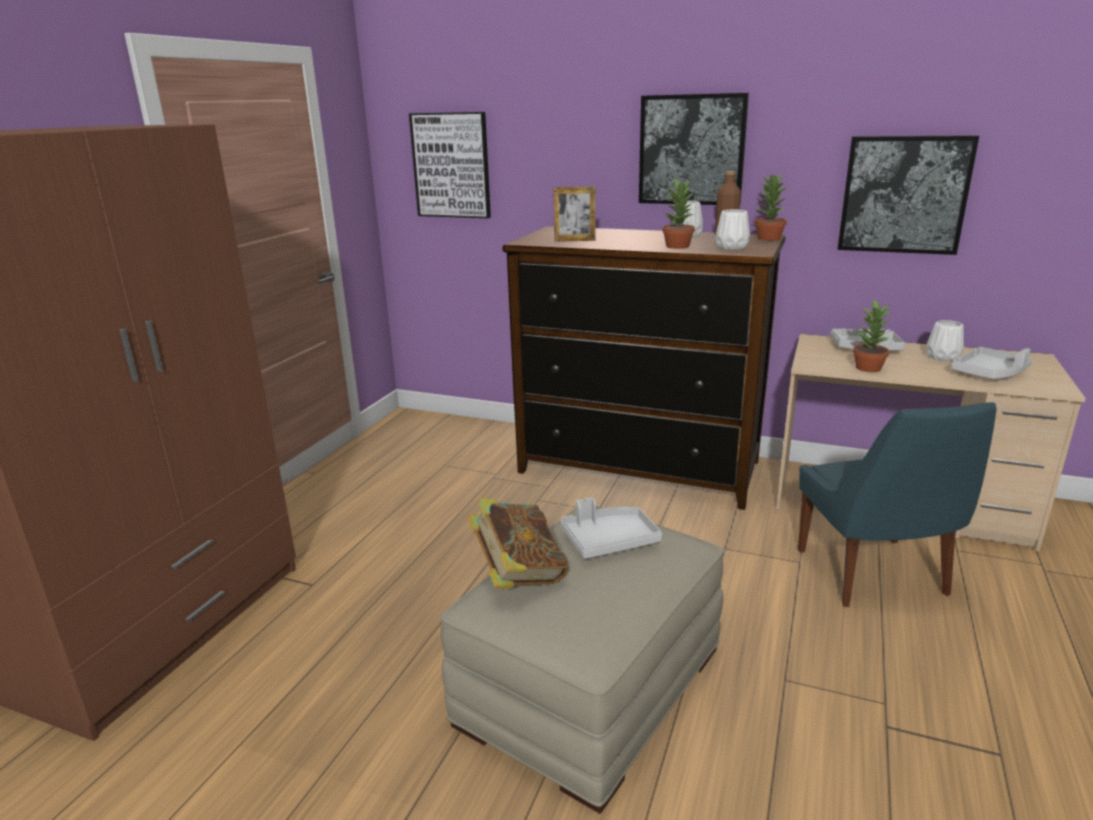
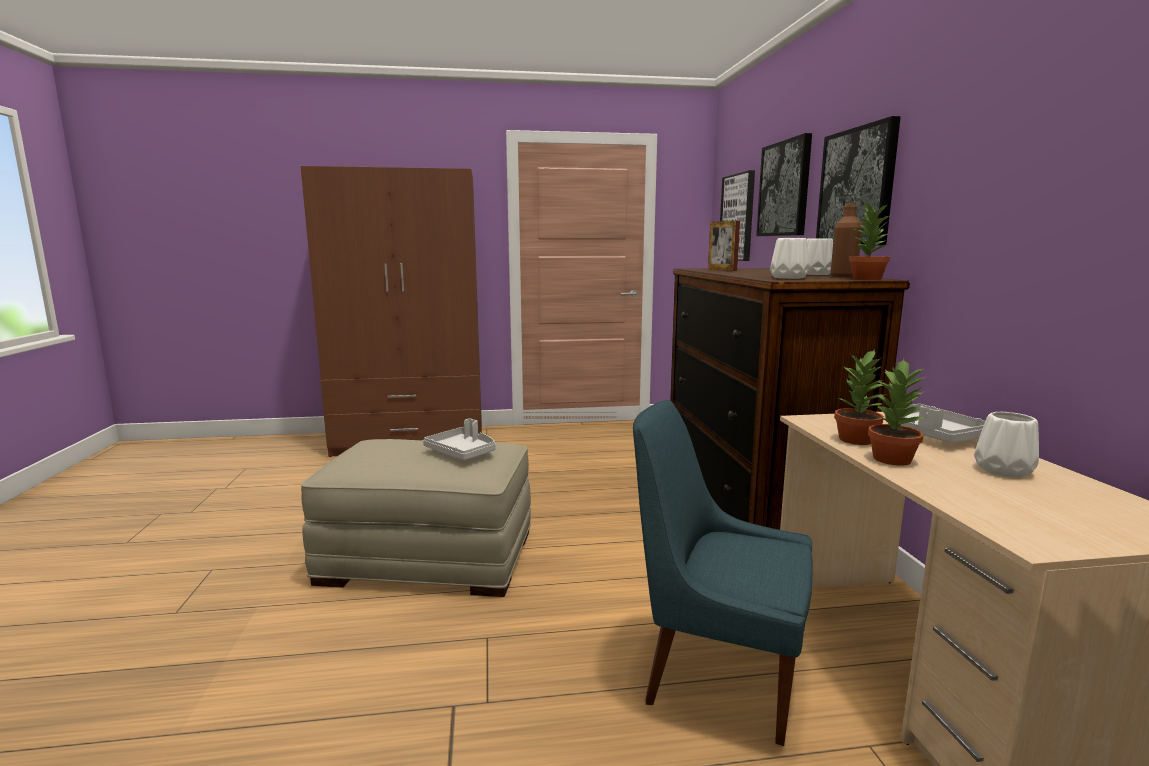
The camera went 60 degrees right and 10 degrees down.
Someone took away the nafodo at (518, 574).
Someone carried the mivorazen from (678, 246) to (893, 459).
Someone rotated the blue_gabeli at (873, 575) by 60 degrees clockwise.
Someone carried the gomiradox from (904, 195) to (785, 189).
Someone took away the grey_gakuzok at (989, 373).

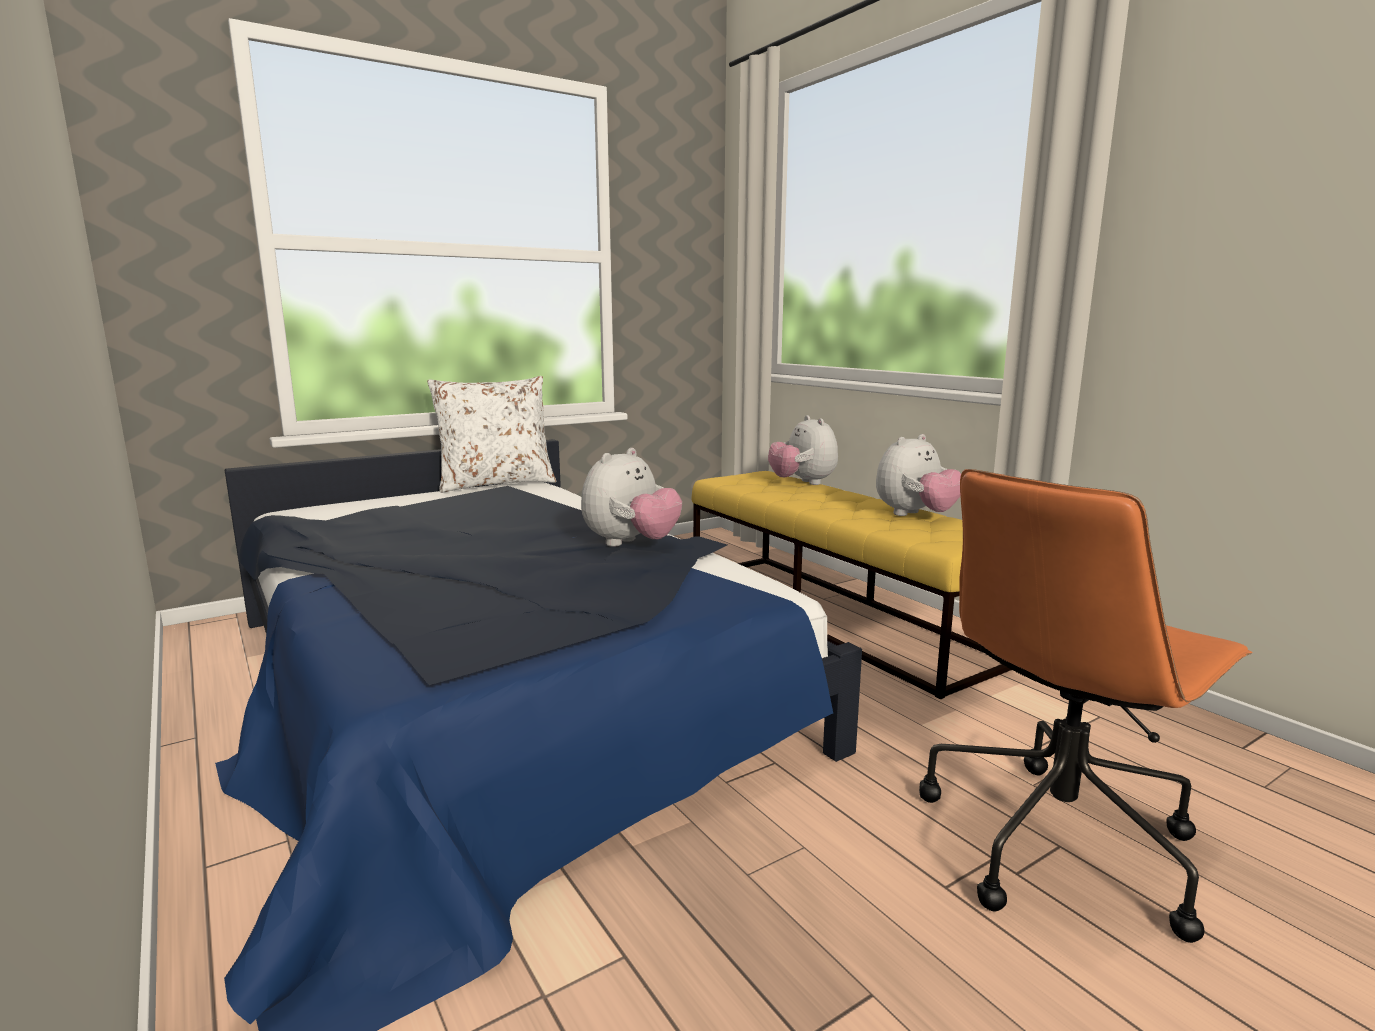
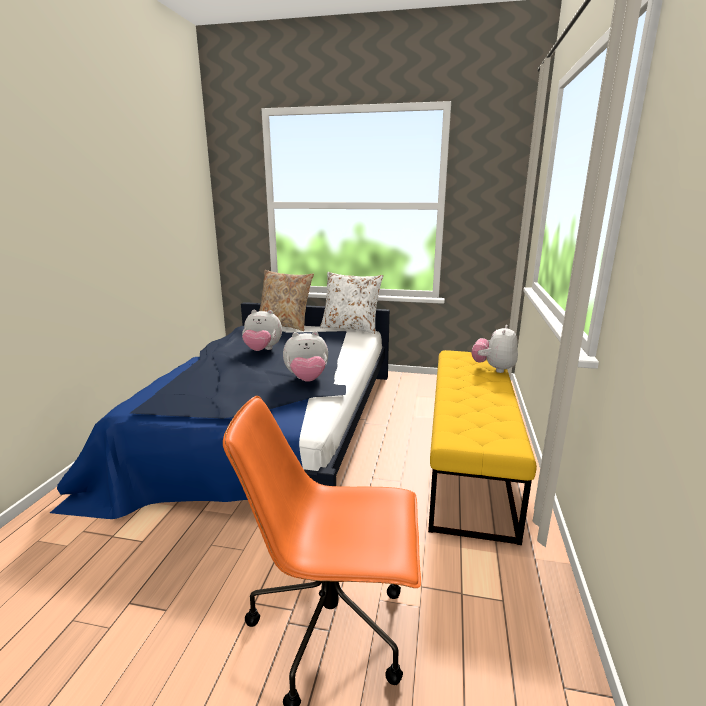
The camera went 45 degrees right and 5 degrees up.
Someone carried the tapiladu from (915, 515) to (262, 350).
Someone put down the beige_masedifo at (285, 325).

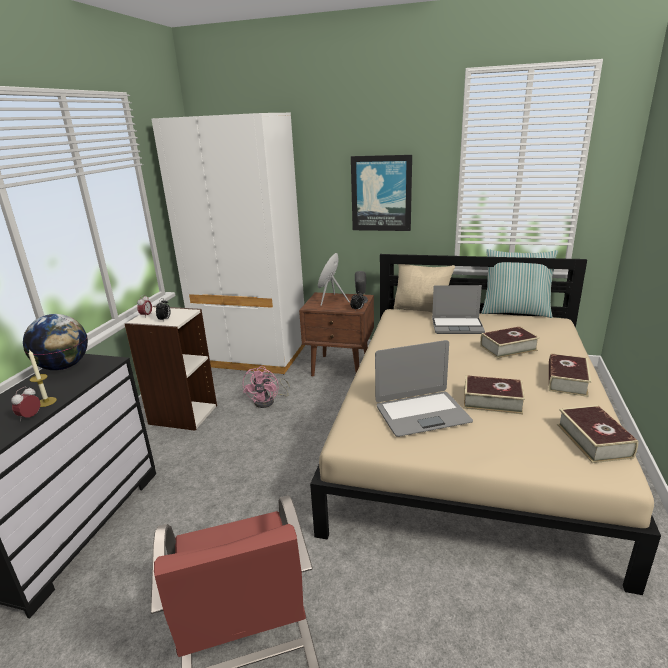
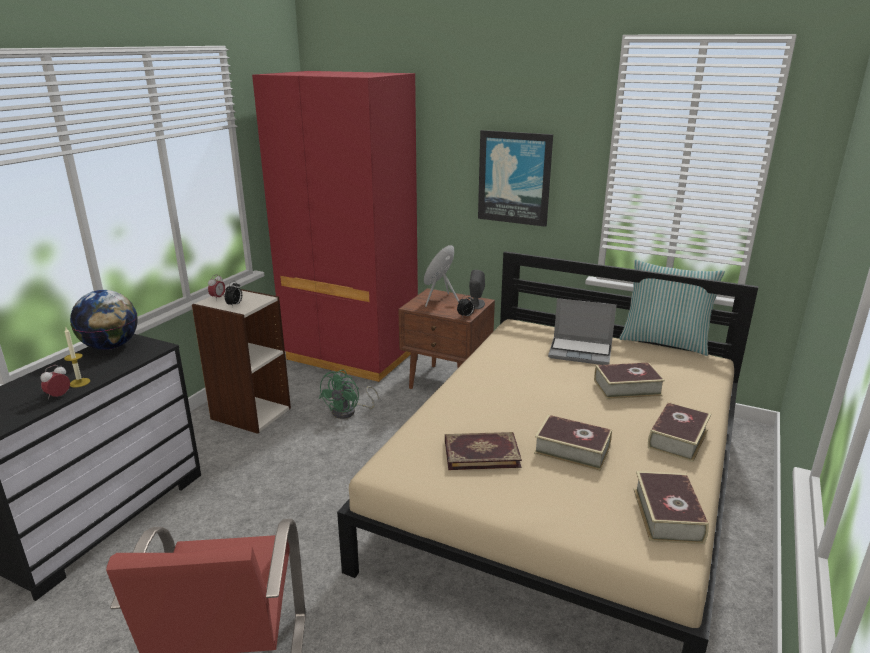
The camera went 10 degrees right and 0 degrees up.
Someone repainted the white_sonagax at (253, 356), which became the red_sonagax at (351, 355).
Someone repainted the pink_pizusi at (268, 401), which became the green_pizusi at (349, 412).
Someone swapped the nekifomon at (421, 414) for the nafodo at (481, 452).
Someone took away the beige_masedifo at (422, 310).

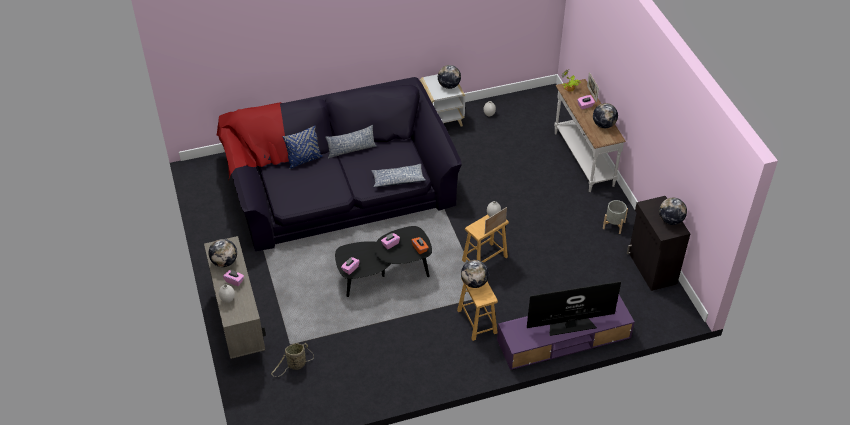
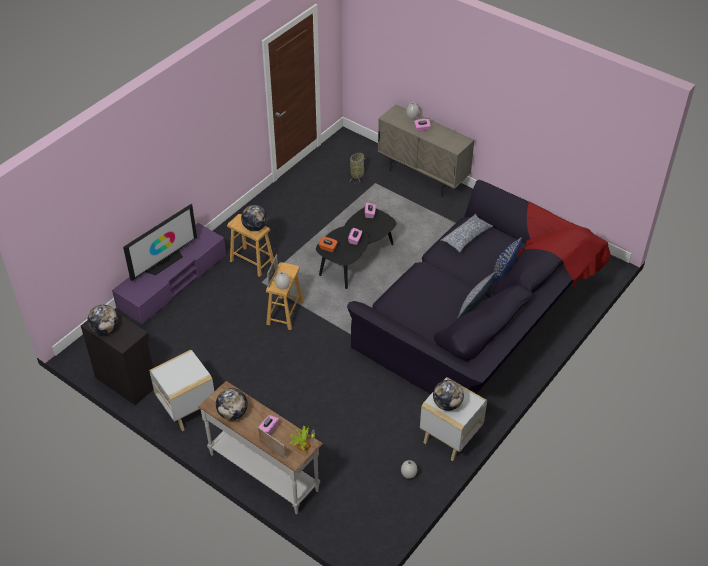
The camera went 145 degrees right and 0 degrees up.
Someone took away the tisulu at (224, 262).
Someone carried the masedifo from (398, 179) to (467, 237).
Someone swapped the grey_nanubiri at (614, 225) for the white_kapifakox at (186, 407).

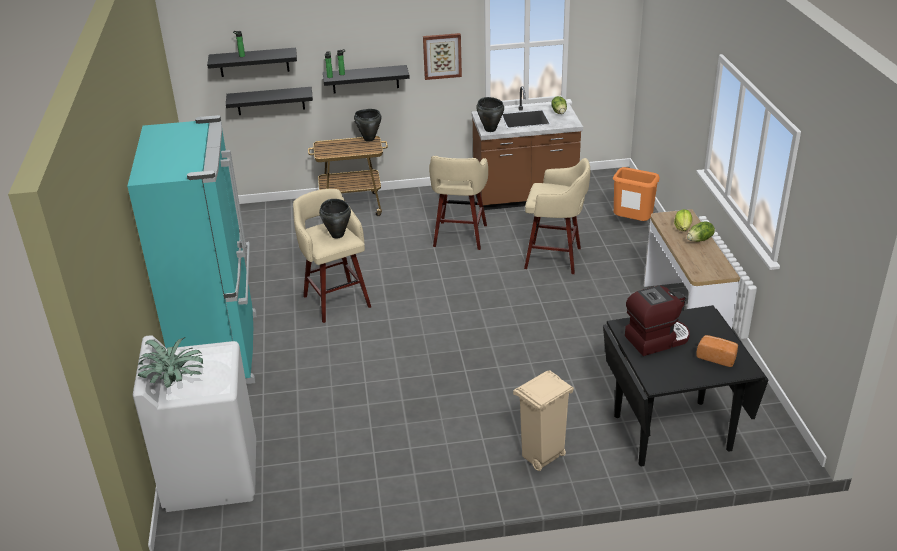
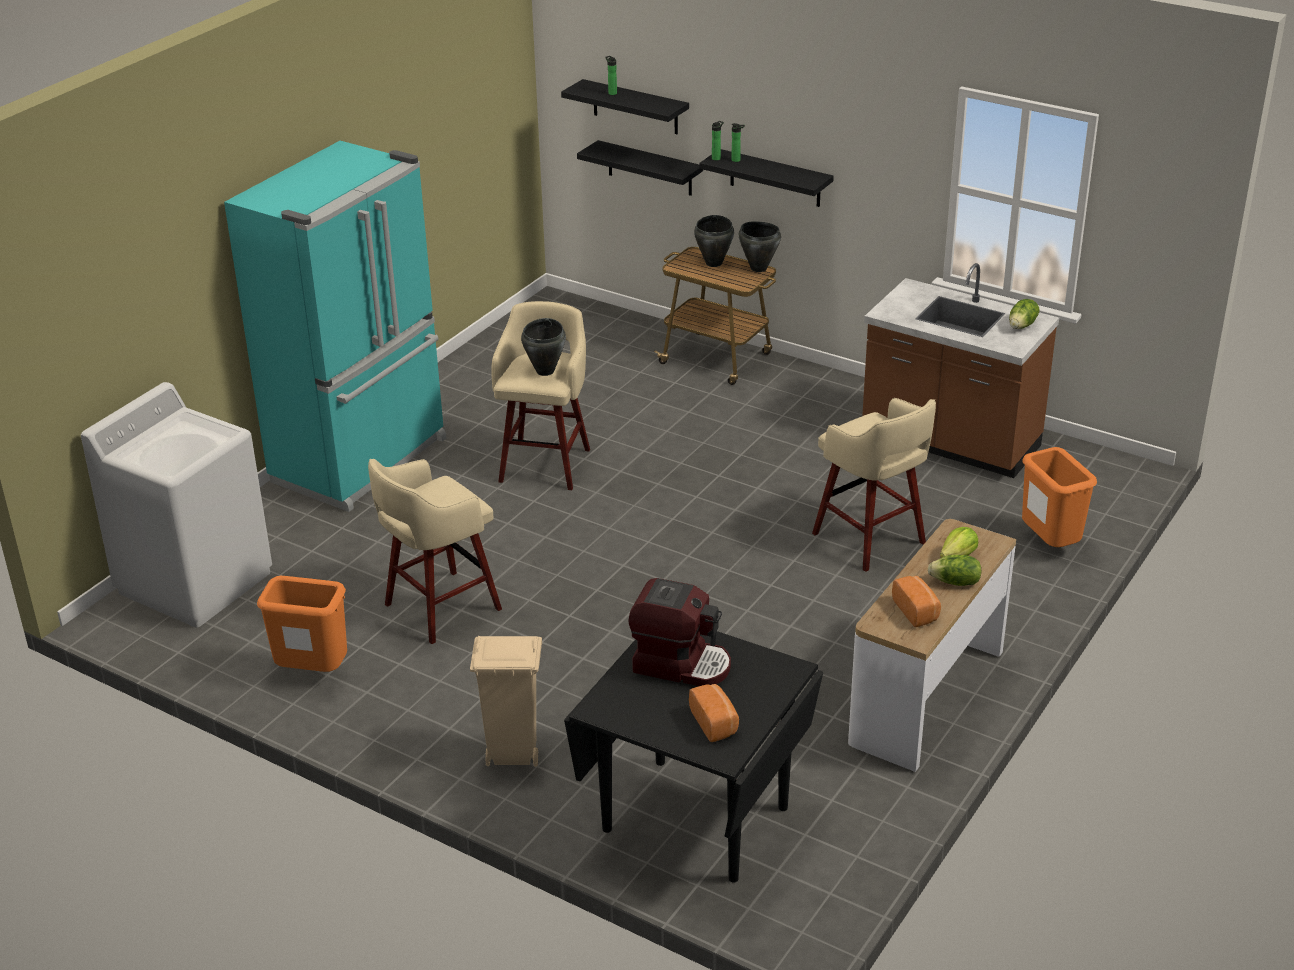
The camera went 40 degrees right and 0 degrees up.
Someone took away the mivorazen at (174, 382).
Someone took away the gomiradox at (442, 56).
Someone carried the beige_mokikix from (459, 237) to (439, 608).
Someone carried the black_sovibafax from (490, 129) to (714, 263).
Someone put down the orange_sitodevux at (314, 673).
Someone put down the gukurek at (917, 611).

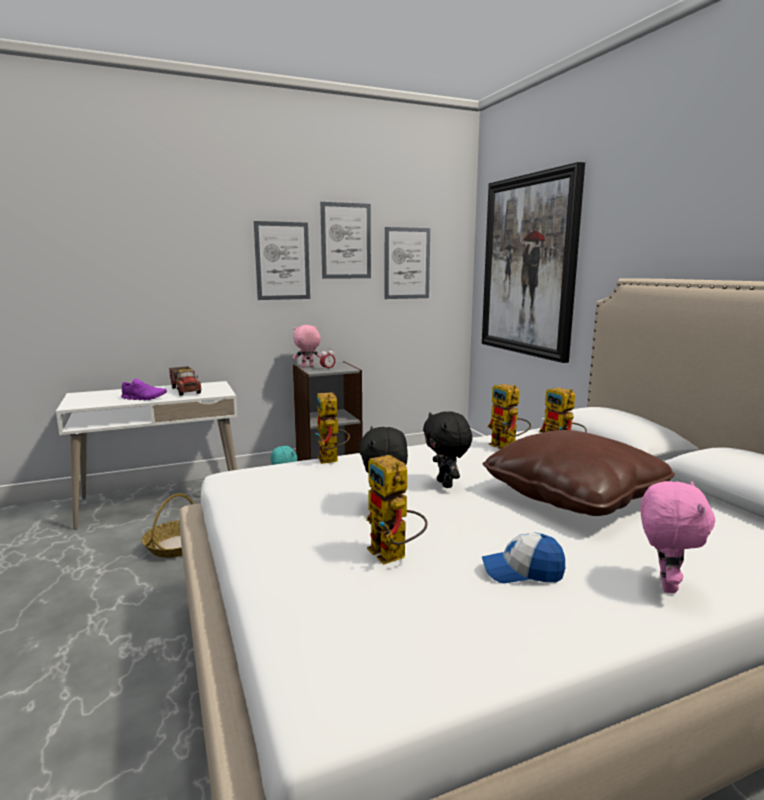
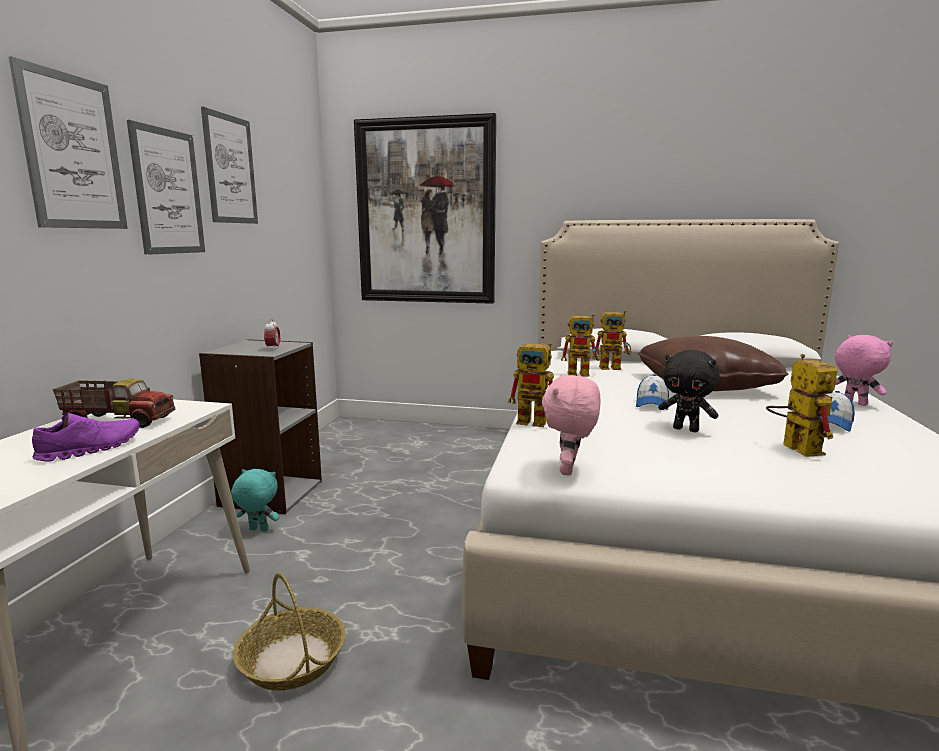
The camera went 55 degrees left and 0 degrees up.
Someone carried the pink_tapiladu from (307, 367) to (569, 470).
Someone rotated the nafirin at (394, 556) by 105 degrees counterclockwise.
Someone carried the gomiradox from (407, 263) to (73, 152).
Someone swapped the black_tapiladu at (446, 484) for the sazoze at (652, 404).

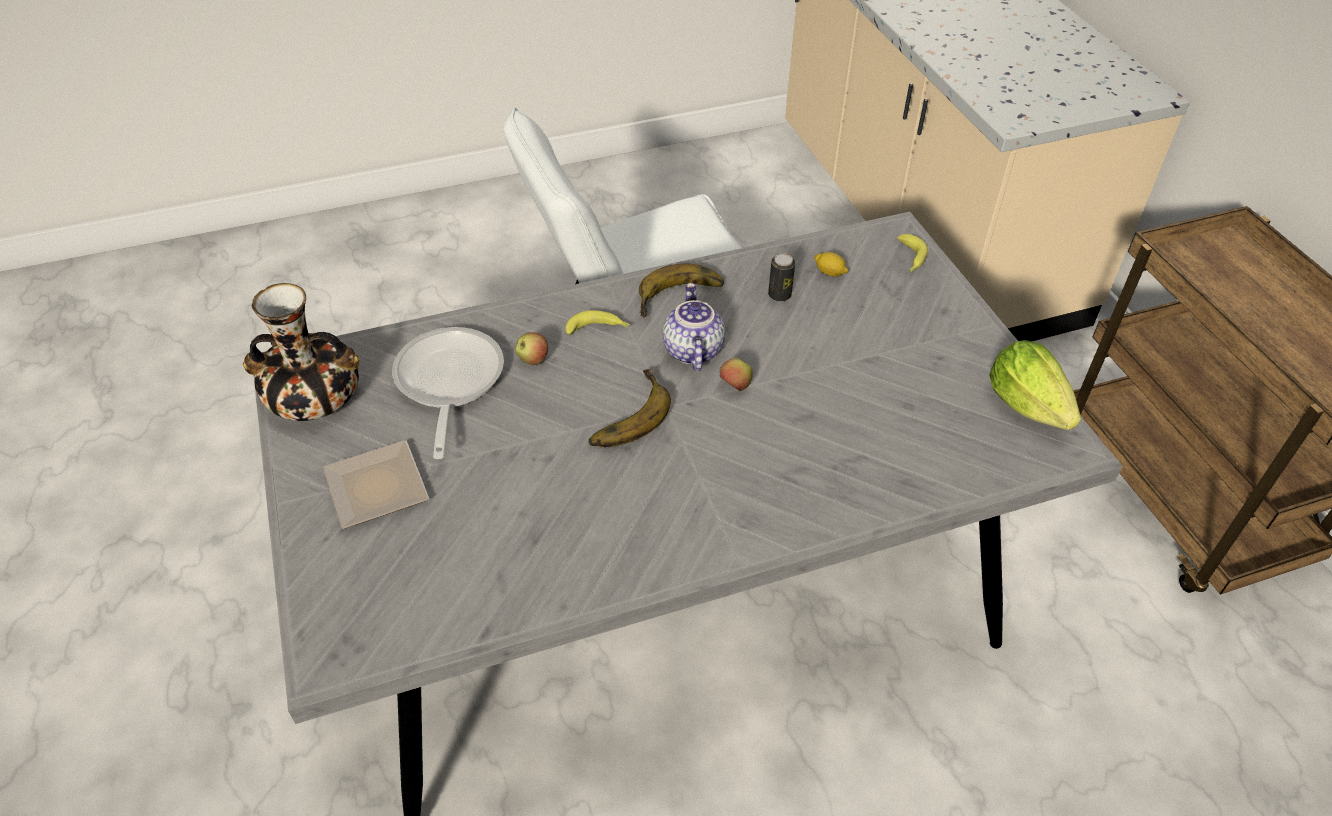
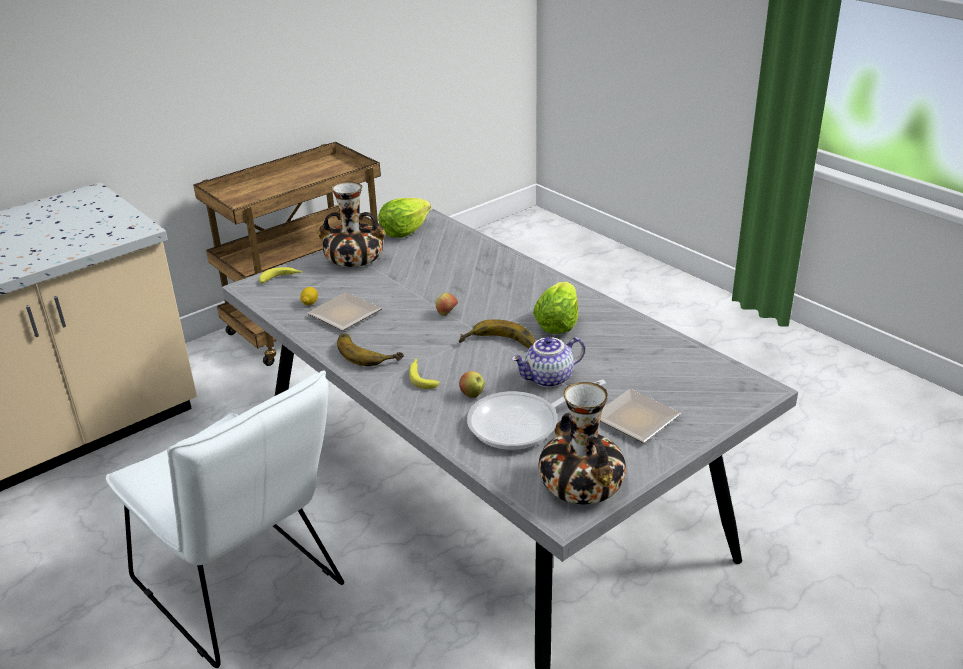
The camera went 110 degrees left and 15 degrees down.
Someone carried the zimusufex from (691, 350) to (548, 379).
Someone swapped the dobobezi at (779, 295) for the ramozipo at (344, 316).
Someone put down the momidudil at (353, 259).
Someone put down the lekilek at (557, 324).

